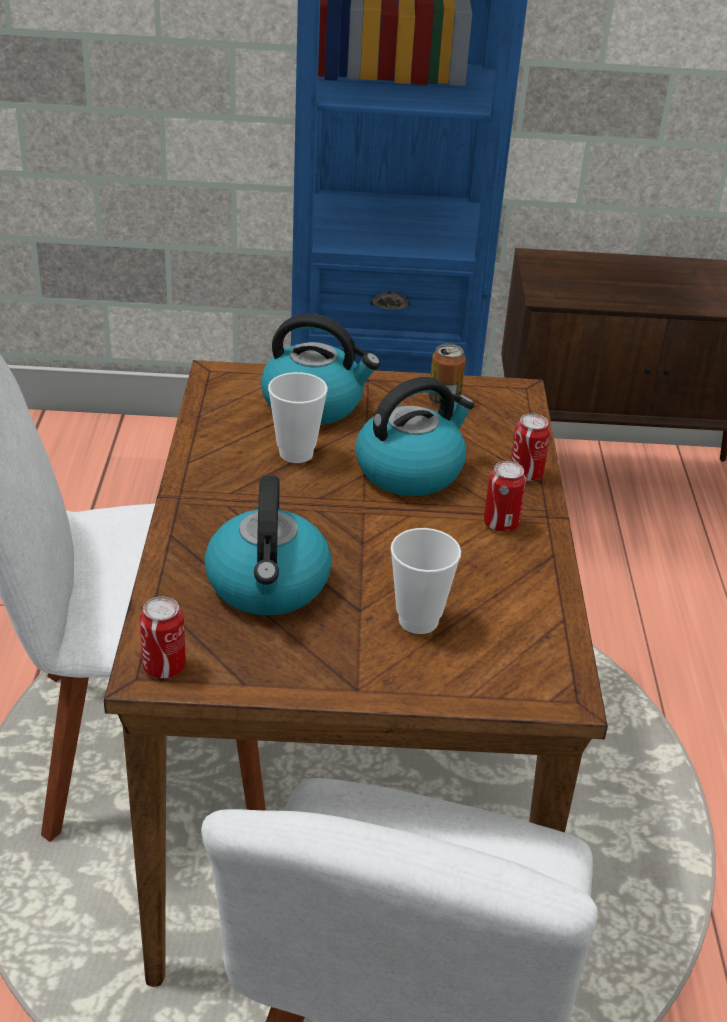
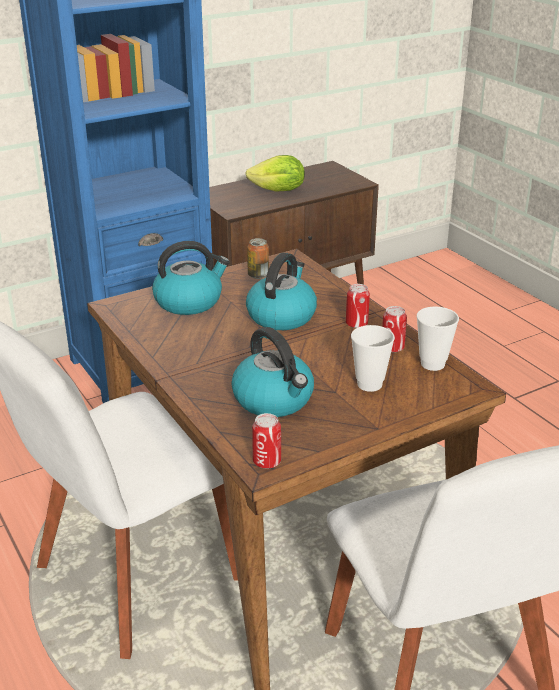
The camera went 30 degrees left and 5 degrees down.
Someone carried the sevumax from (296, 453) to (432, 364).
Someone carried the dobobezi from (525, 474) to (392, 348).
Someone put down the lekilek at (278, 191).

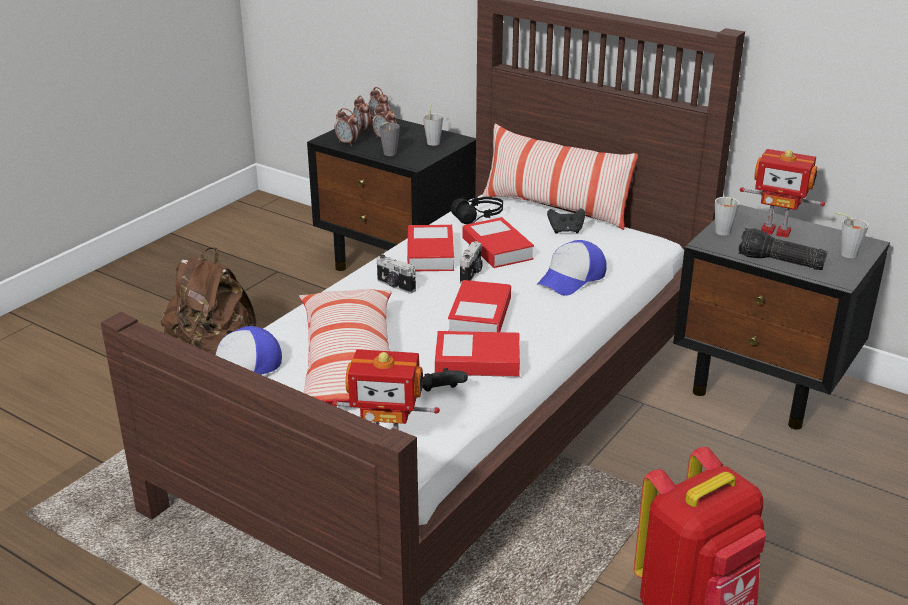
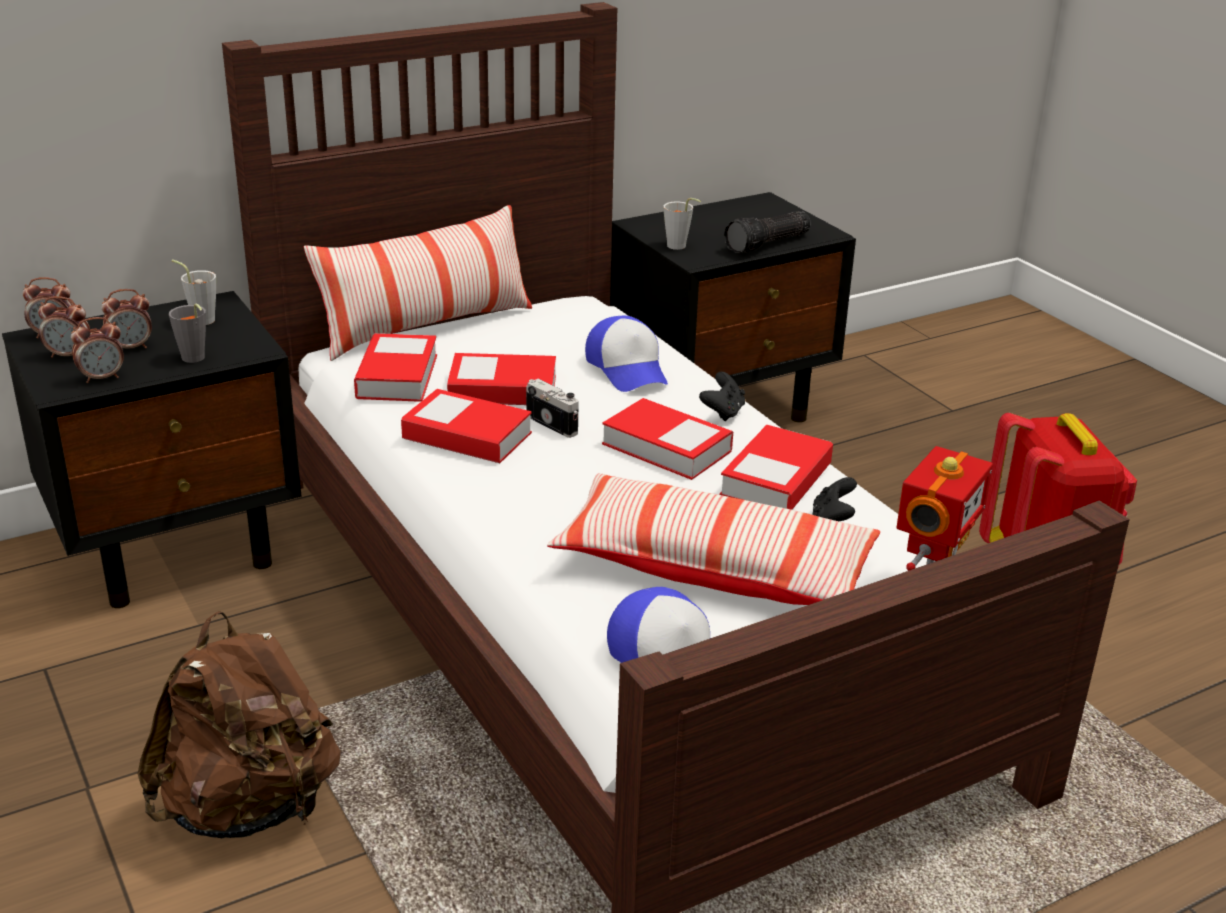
The camera went 65 degrees left and 0 degrees up.
Someone took away the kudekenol at (395, 286).
Someone swapped the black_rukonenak at (478, 217) for the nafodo at (397, 376).
Someone carried the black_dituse from (566, 231) to (723, 412).
Someone took away the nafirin at (776, 230).
Someone took away the grey_sevumax at (845, 253).

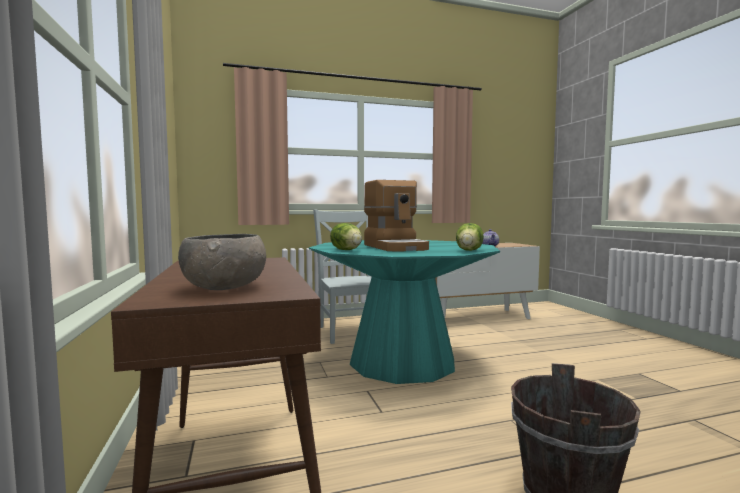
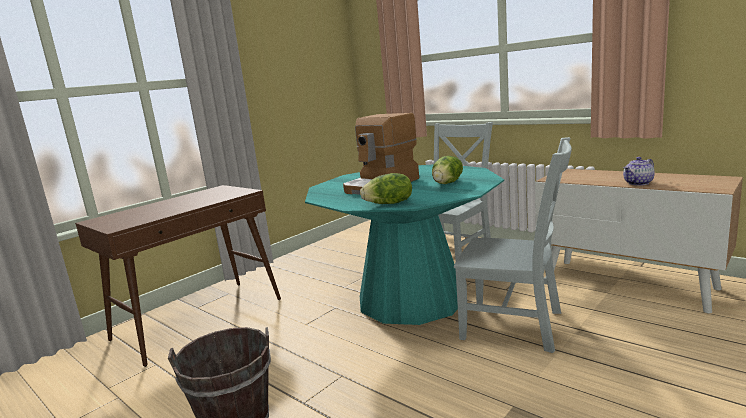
The camera went 60 degrees right and 10 degrees up.
Someone took away the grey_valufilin at (225, 287).
Someone carried the lekilek from (347, 250) to (447, 183).
Someone put down the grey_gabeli at (517, 326).

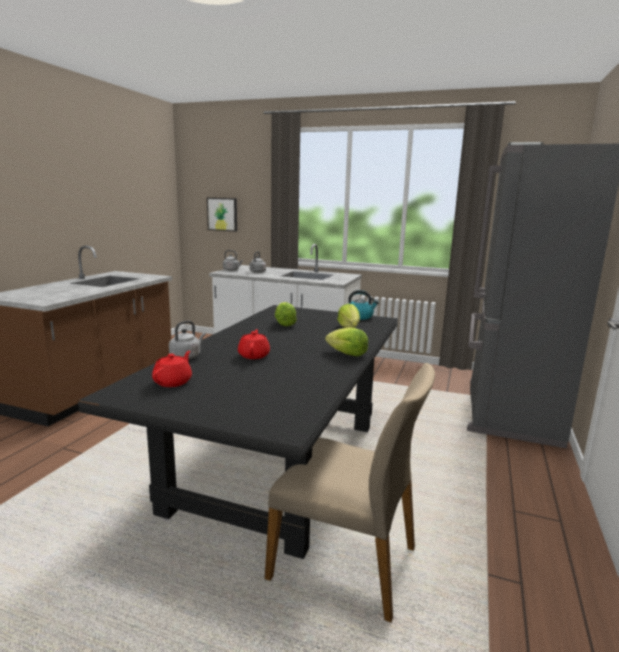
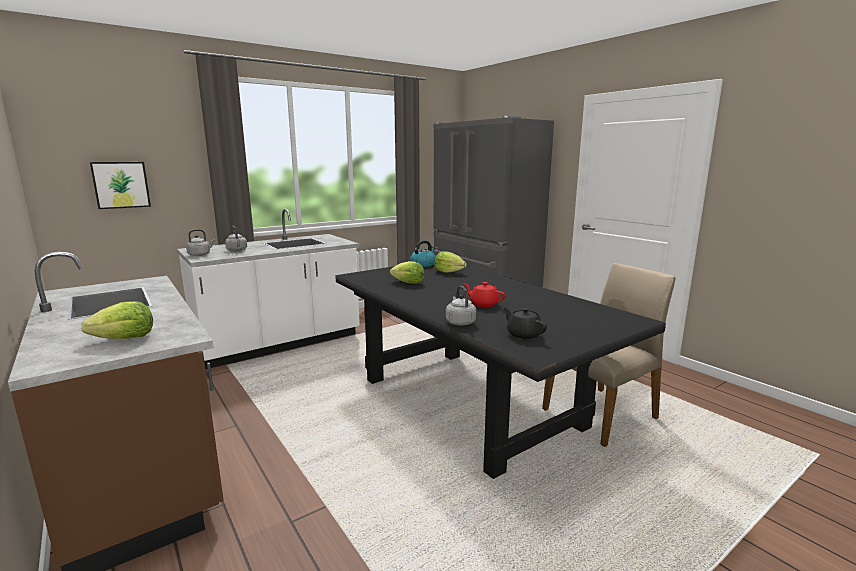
The camera went 55 degrees left and 0 degrees up.
Someone repainted the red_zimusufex at (173, 382), which became the black_zimusufex at (523, 334).
Someone carried the lekilek from (347, 354) to (125, 339).

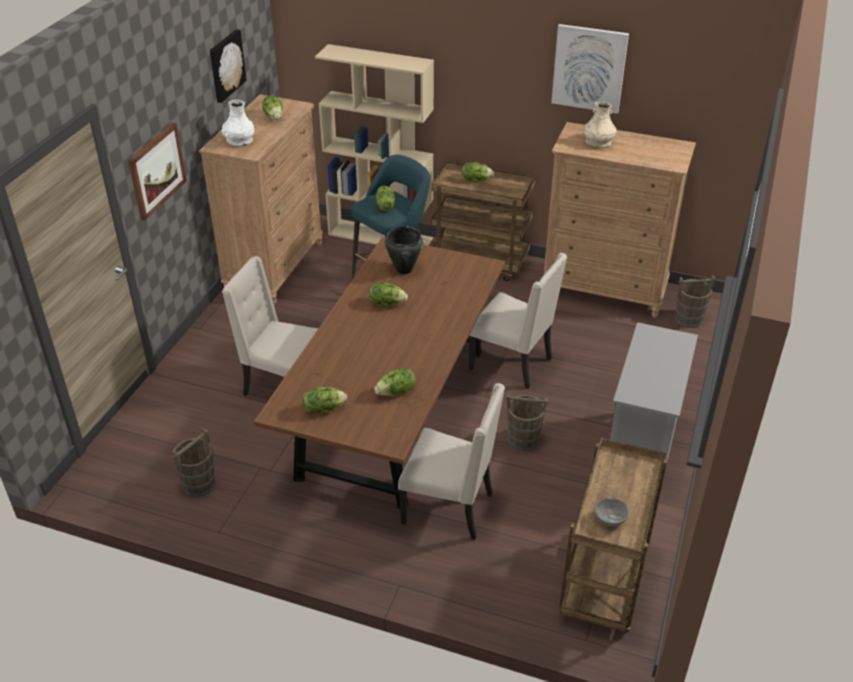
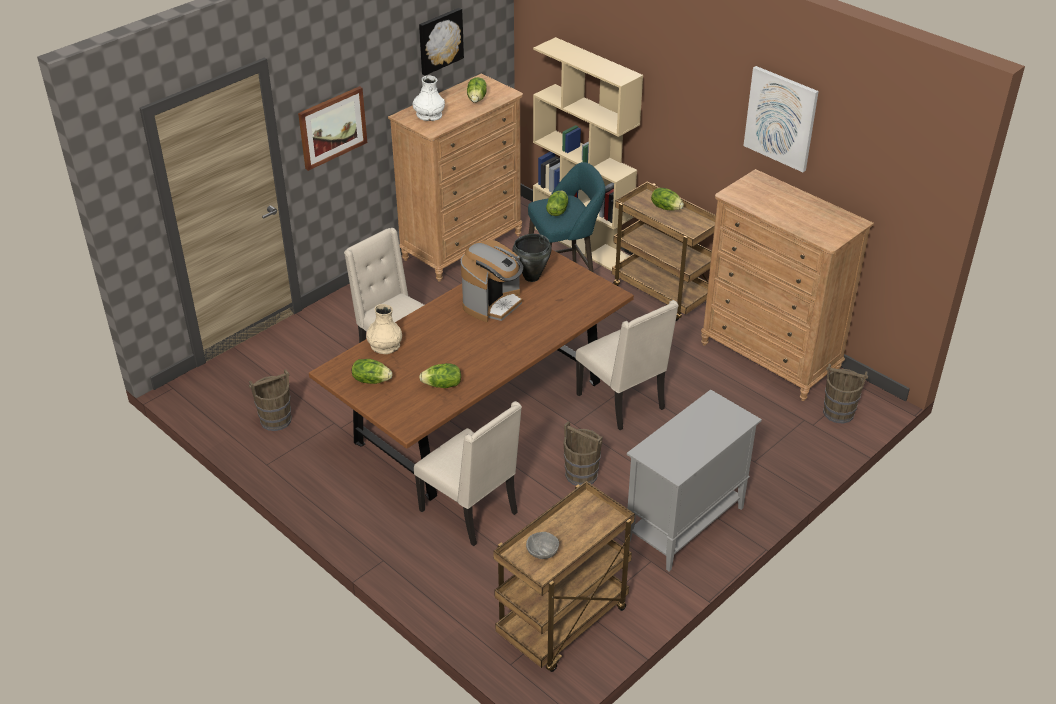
The camera went 25 degrees right and 0 degrees up.
Someone swapped the lekilek at (387, 303) for the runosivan at (493, 304).
Someone carried the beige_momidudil from (598, 142) to (385, 346).

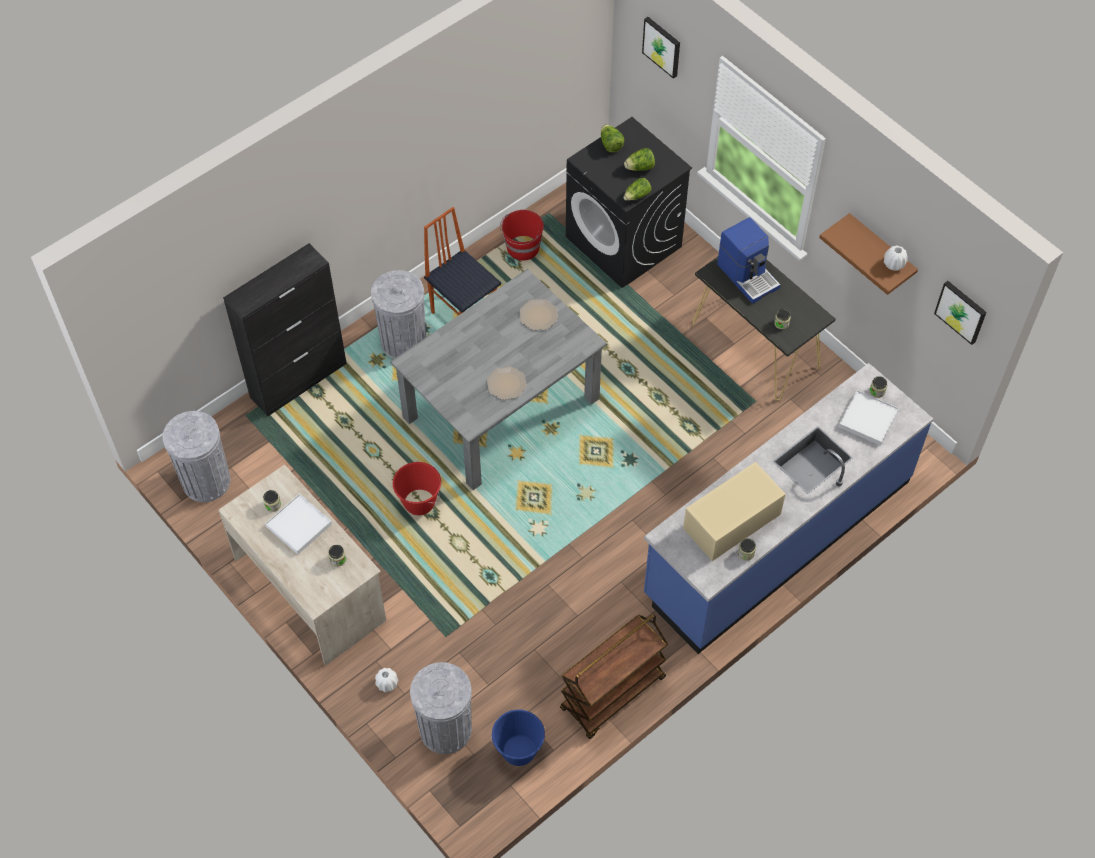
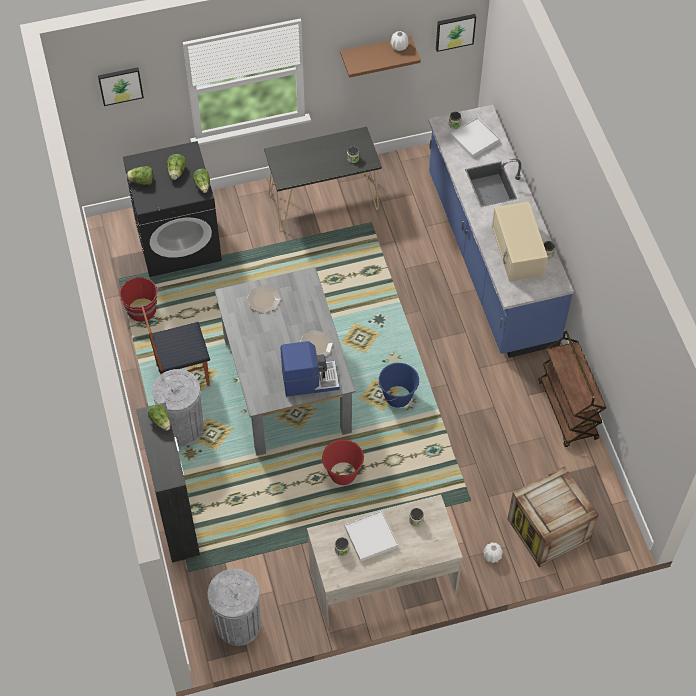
The camera went 65 degrees left and 0 degrees up.
Someone swapped the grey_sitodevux at (445, 729) for the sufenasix at (548, 530).
Someone carried the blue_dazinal from (518, 751) to (398, 397).
Someone carried the runosivan from (748, 275) to (309, 379).
Someone put down the lekilek at (161, 421).

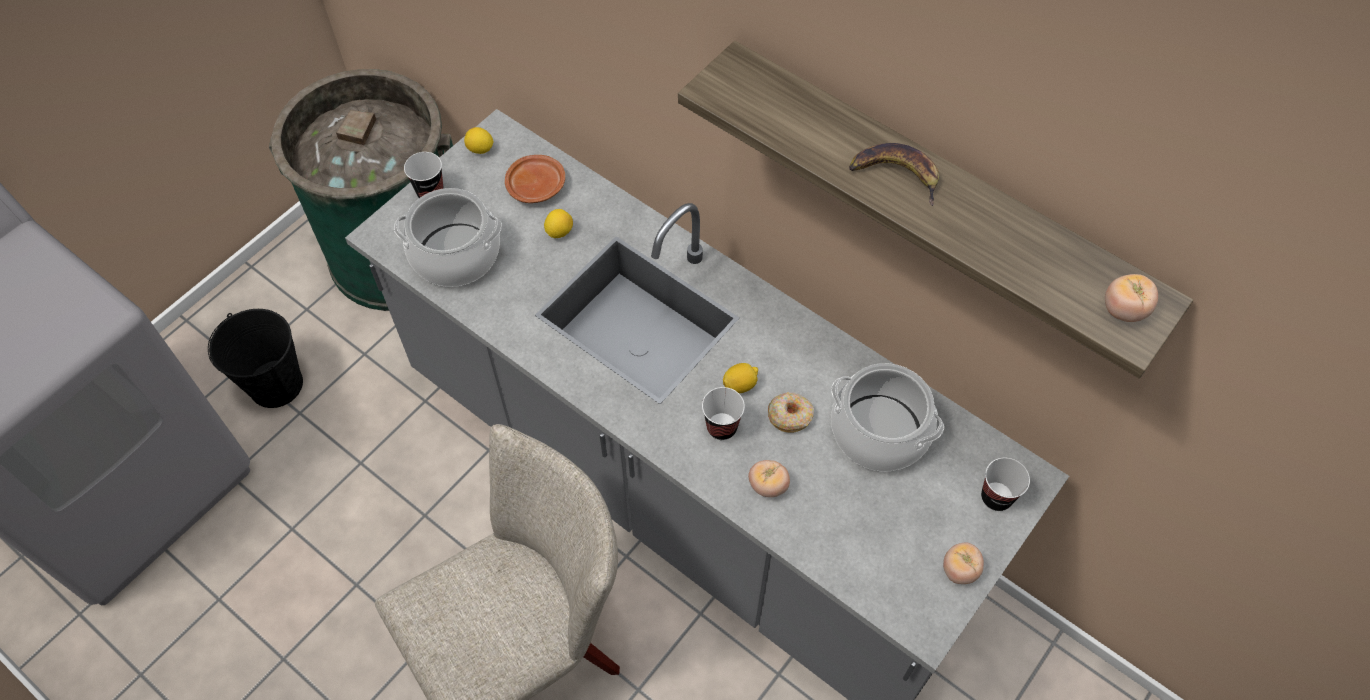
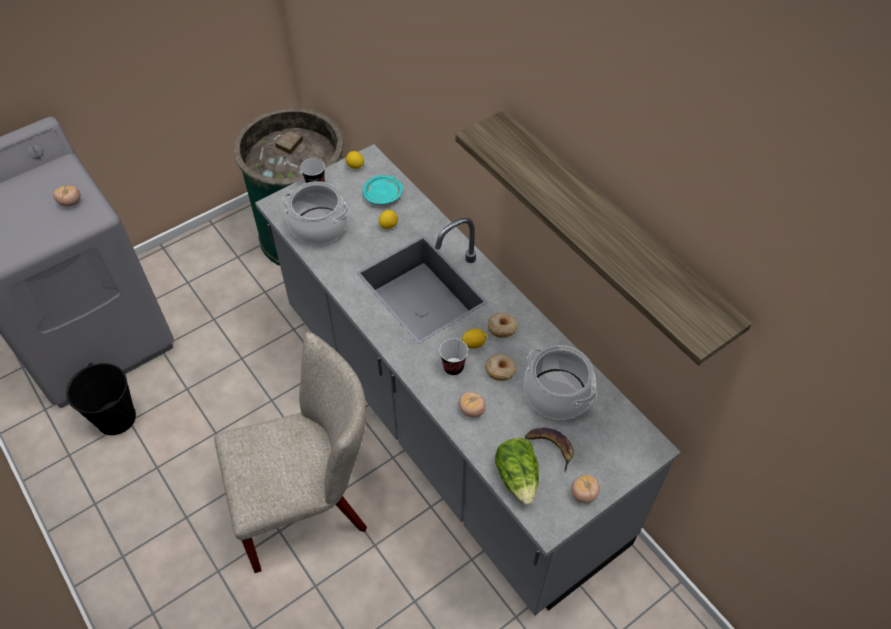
The camera went 15 degrees right and 5 degrees down.
Someone carried the black_dazinal from (276, 384) to (116, 418).
Someone repainted the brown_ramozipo at (536, 185), which became the turquoise_ramozipo at (383, 195).
Someone carried the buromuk from (896, 174) to (551, 447).
Someone took away the sevumax at (996, 497).
Someone carried the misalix from (1124, 310) to (70, 202).
Someone put down the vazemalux at (502, 328).
Someone put down the lekilek at (518, 477).

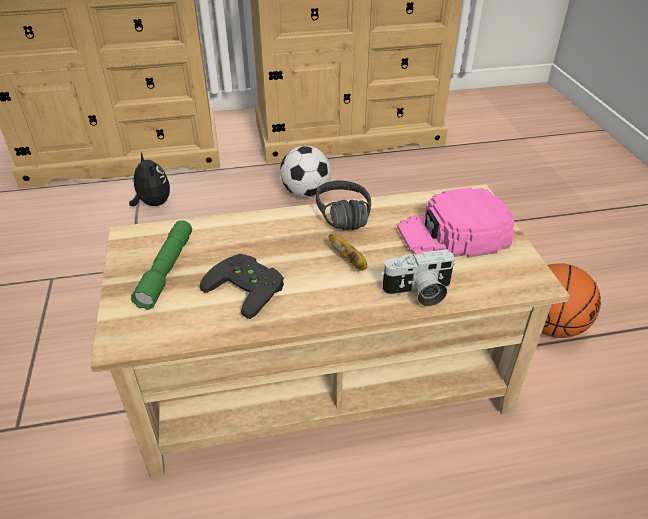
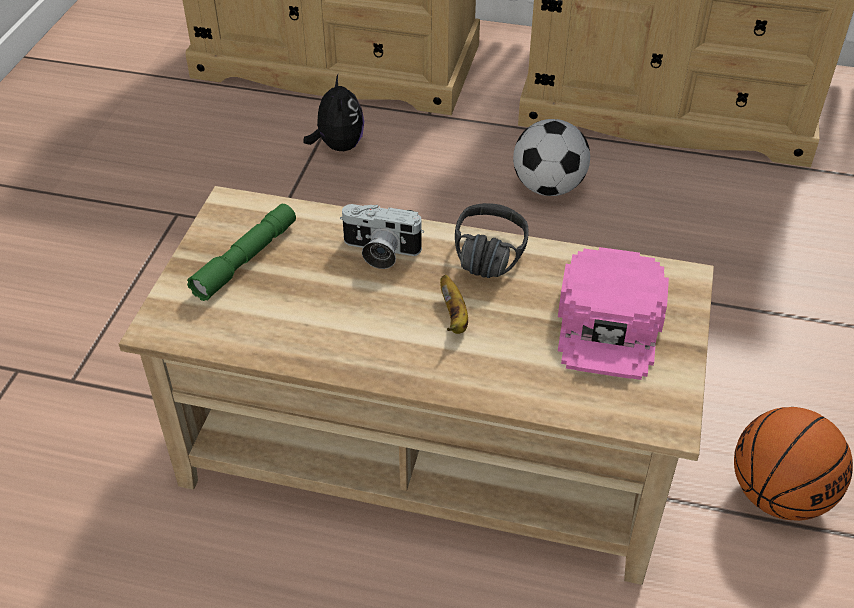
The camera went 25 degrees right and 5 degrees up.
Someone took away the black_dituse at (249, 286).
Someone carried the kudekenol from (418, 293) to (379, 252).
Someone rotated the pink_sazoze at (453, 234) by 90 degrees counterclockwise.

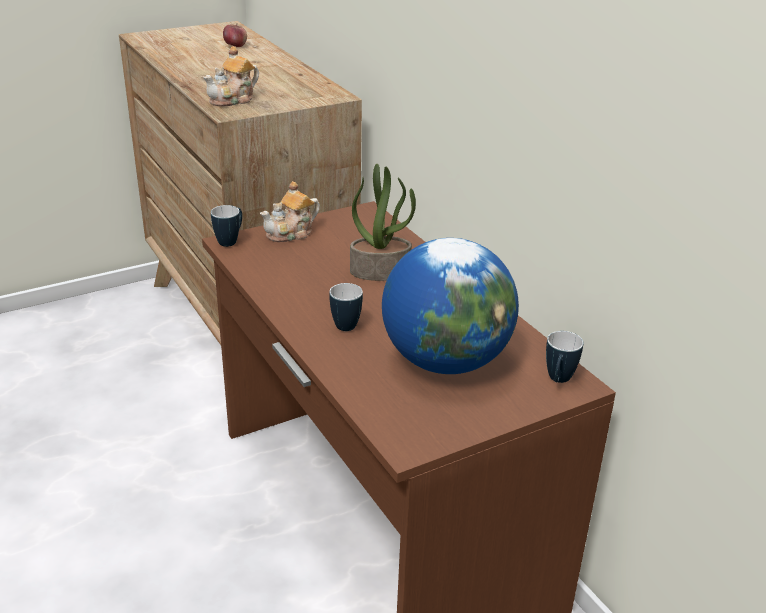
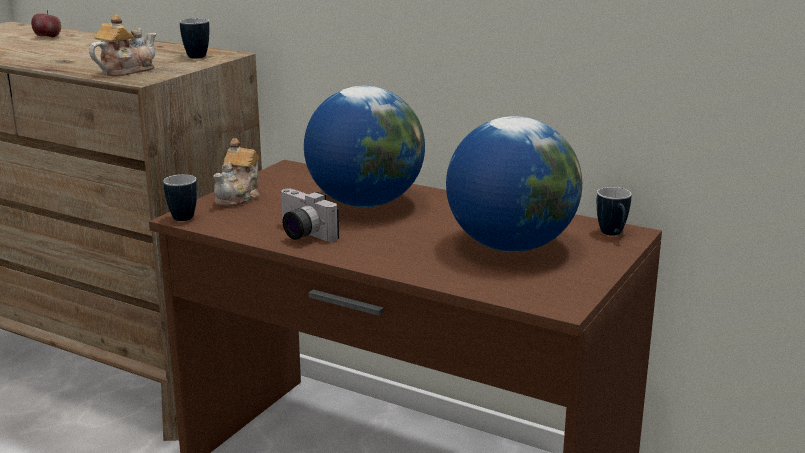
The camera went 30 degrees left and 10 degrees down.
Someone rotated the zimusufex at (233, 100) by 150 degrees counterclockwise.
Someone carried the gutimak from (345, 323) to (194, 56).
Someone swapped the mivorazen at (381, 270) for the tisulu at (365, 203).
Someone put down the kudekenol at (301, 234).

